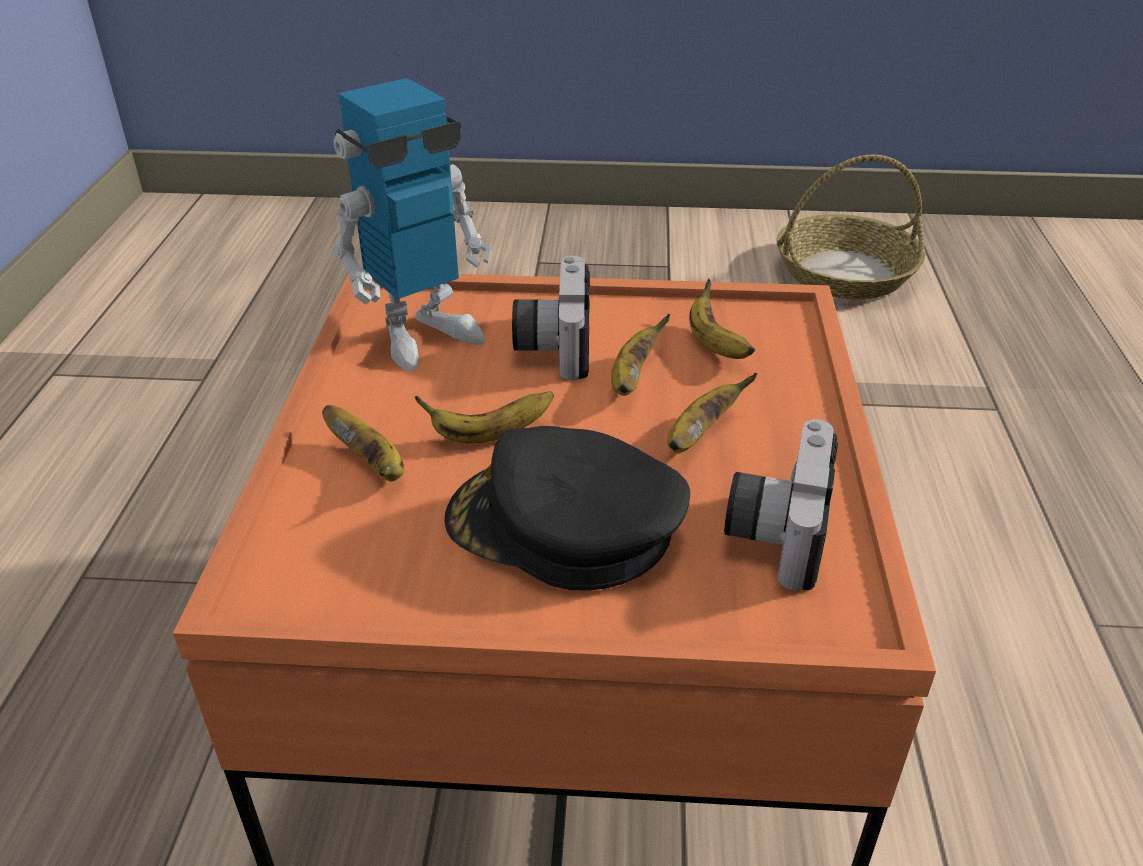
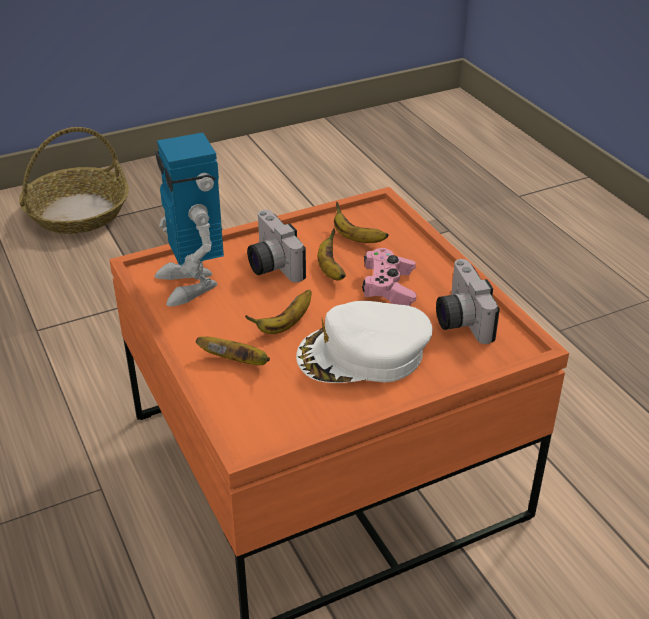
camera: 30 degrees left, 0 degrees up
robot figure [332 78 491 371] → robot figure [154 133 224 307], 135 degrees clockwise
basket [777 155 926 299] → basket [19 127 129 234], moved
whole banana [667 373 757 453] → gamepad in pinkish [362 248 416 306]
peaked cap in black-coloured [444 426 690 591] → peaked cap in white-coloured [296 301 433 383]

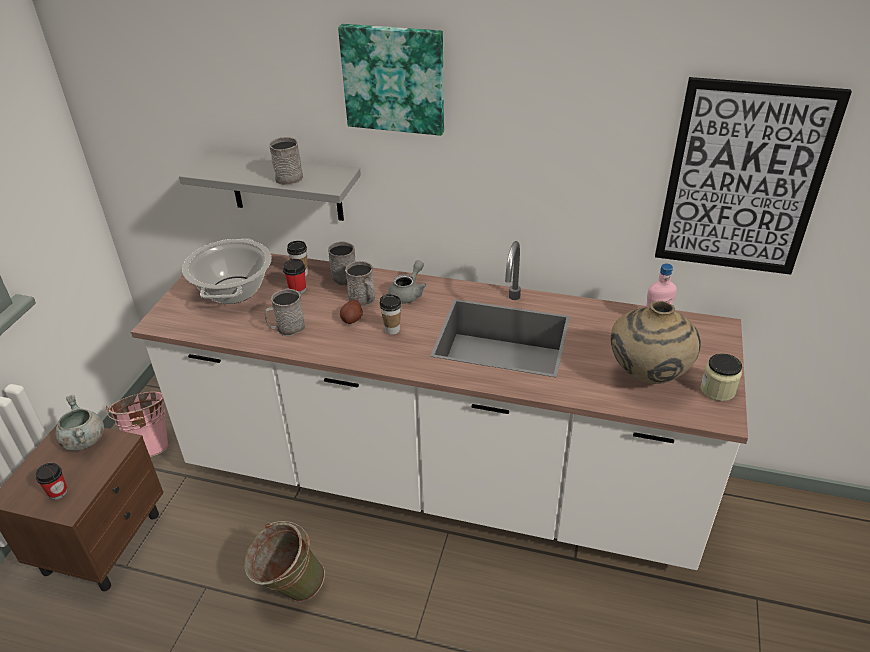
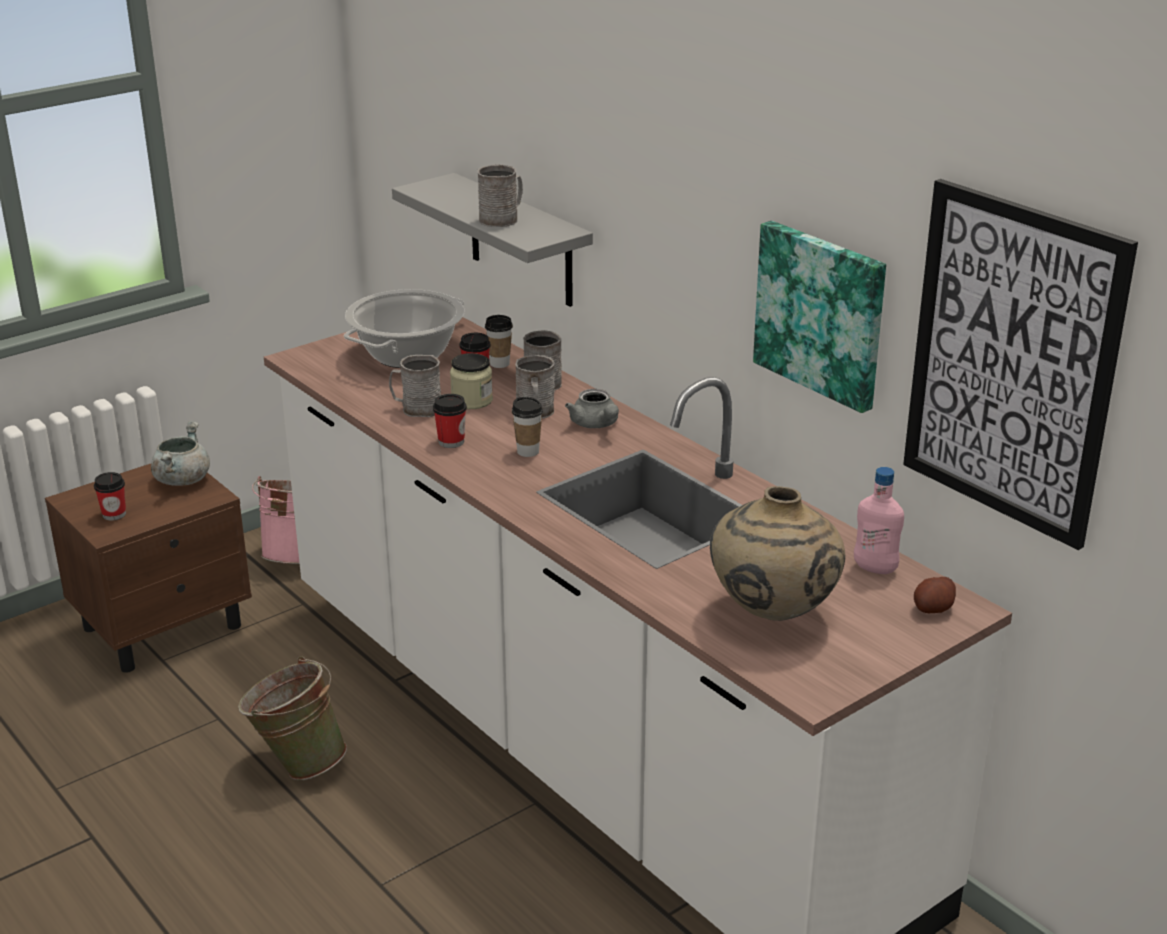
camera: 35 degrees right, 10 degrees down
wall art [338 24 444 136] → wall art [753 221 886 413], moved
teapot in gray [388 260 427 304] → teapot in gray [565 389 619 428], 90 degrees clockwise
spud [340 300 363 324] → spud [914 577 956 613], moved
storage jar [701 353 742 401] → storage jar [450 353 493 409], moved
- → drinking cup [433 394 467 448]

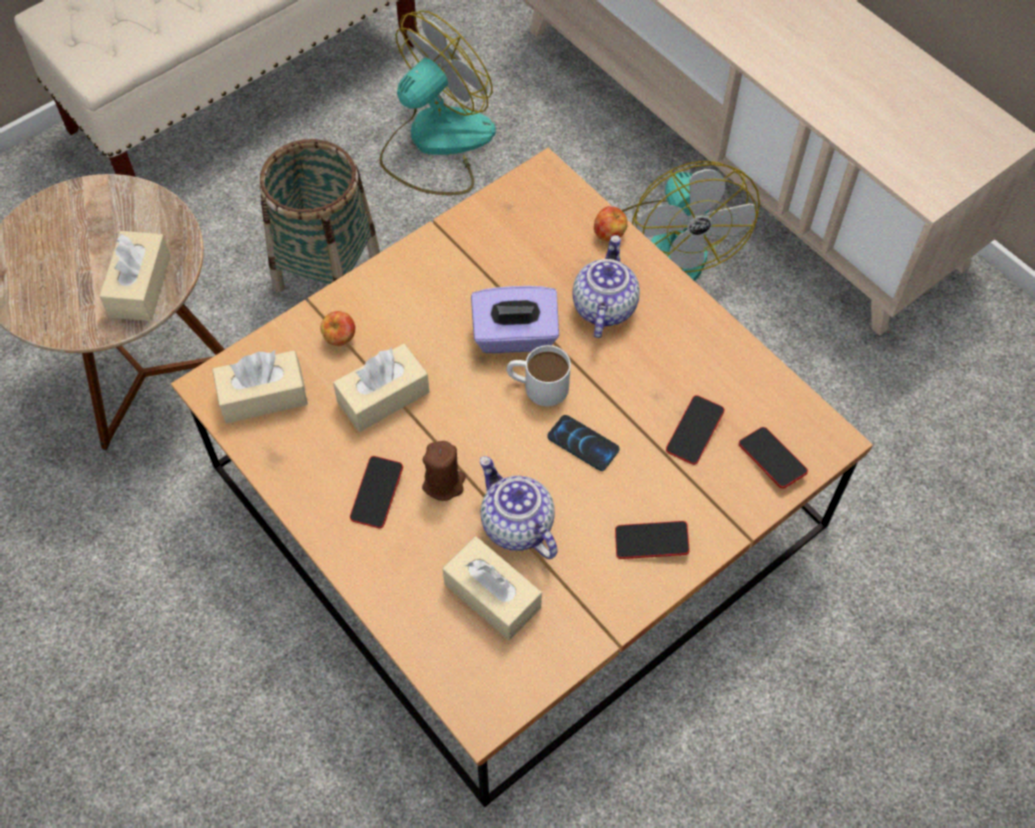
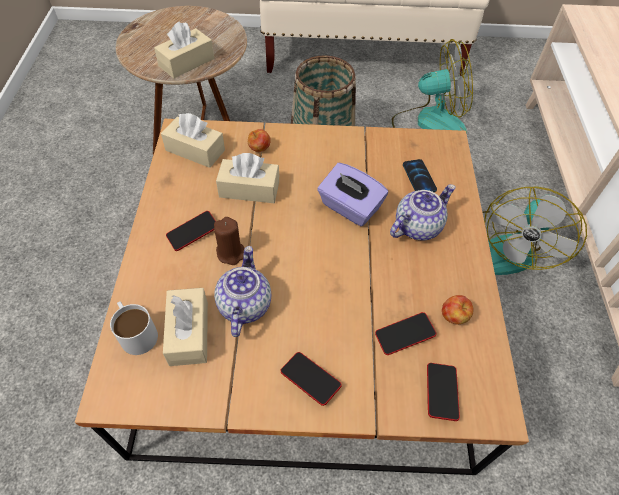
camera: 40 degrees right, 5 degrees down
apple fruit [594 206 628 242] → apple fruit [442 295 474 324], moved
mug in white-coloured [507 345 571 406] → mug in white-coloured [110 301 158 355], moved
handset [547 415 620 471] → handset [403 159 437 192], moved

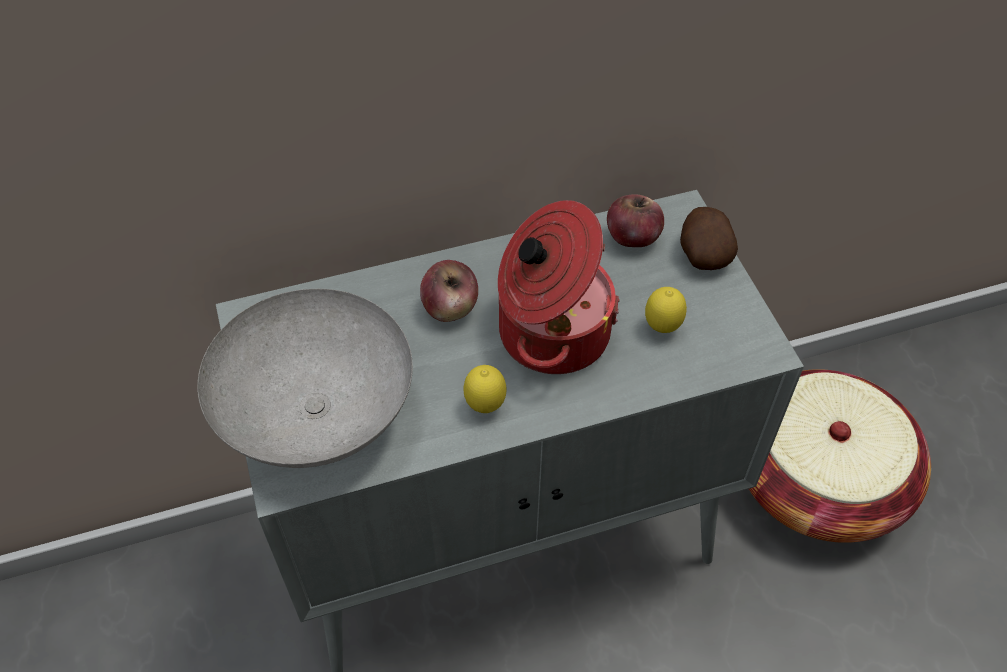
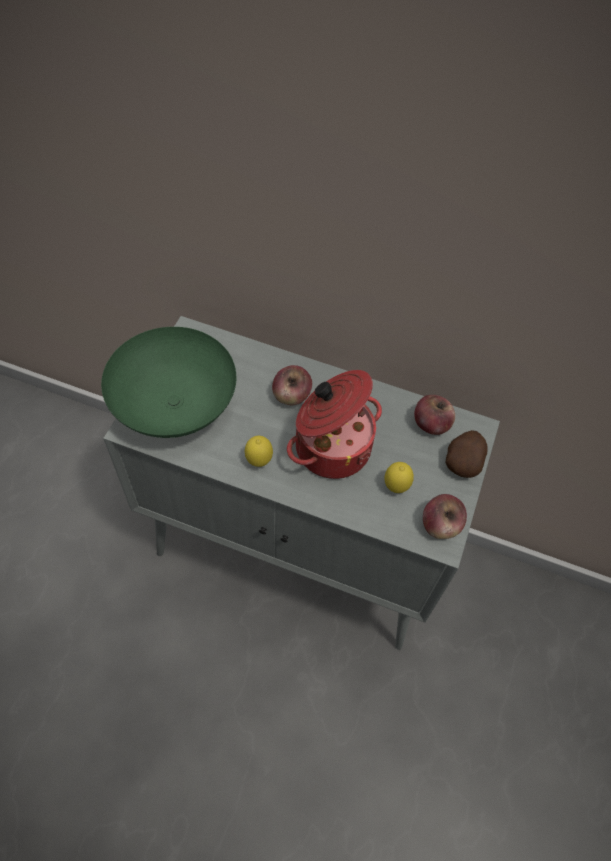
camera: 35 degrees right, 5 degrees up
serving bowl in gray [197 289 413 468] → serving bowl in greenish [101 327 236 438]
basket [749 369 931 543] → -
- → apple fruit [423 494 467 539]

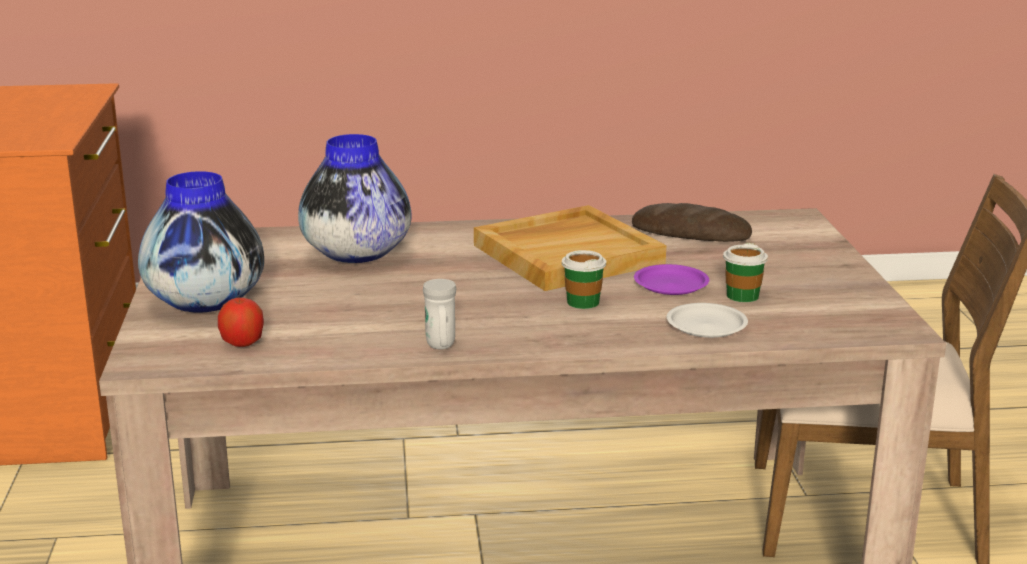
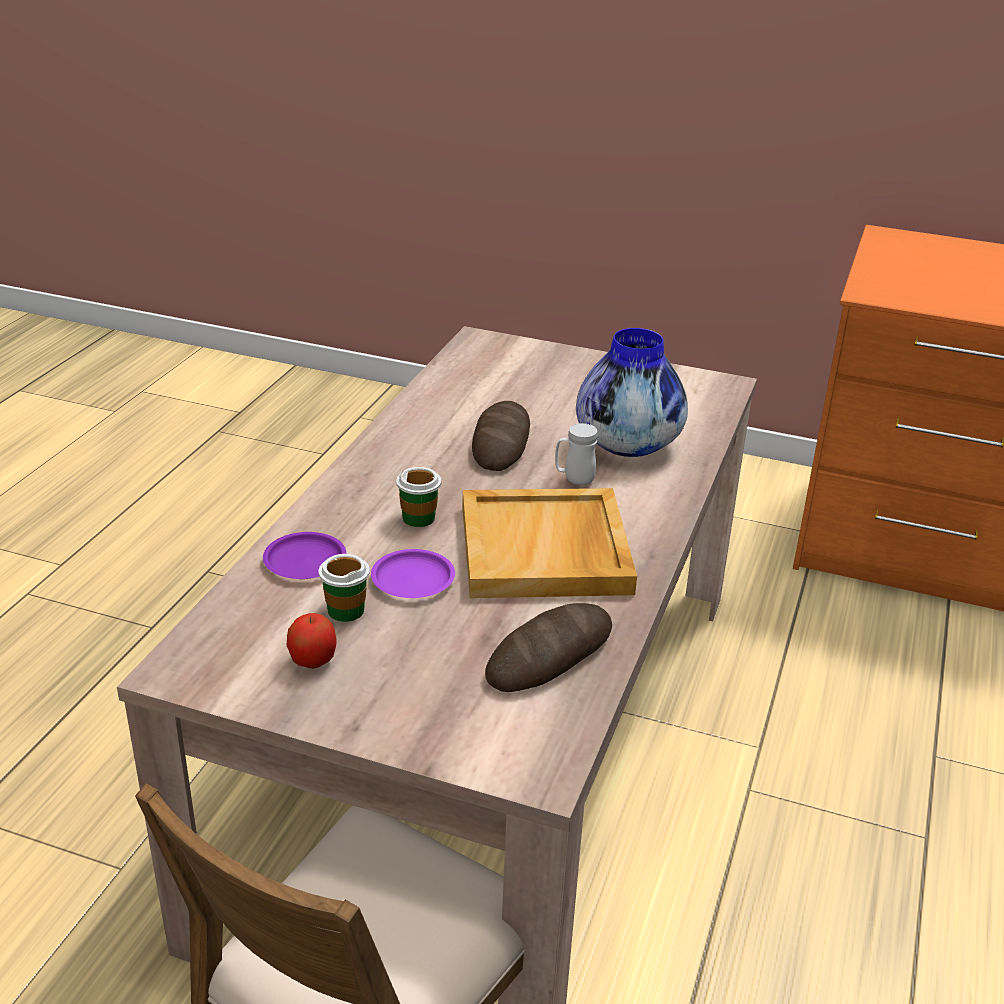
camera: 115 degrees right, 10 degrees up
vase [138 171 264 313] → -
mug in white-coloured [423 279 456 349] → mug in white-coloured [555 423 598 485], moved
apple fruit [218 297 264 347] → apple fruit [287 613 336 668], moved
plate in white-coloured [667 303 748 338] → plate in purple [263 532 346 579]
- → bread [472 401 530 471]

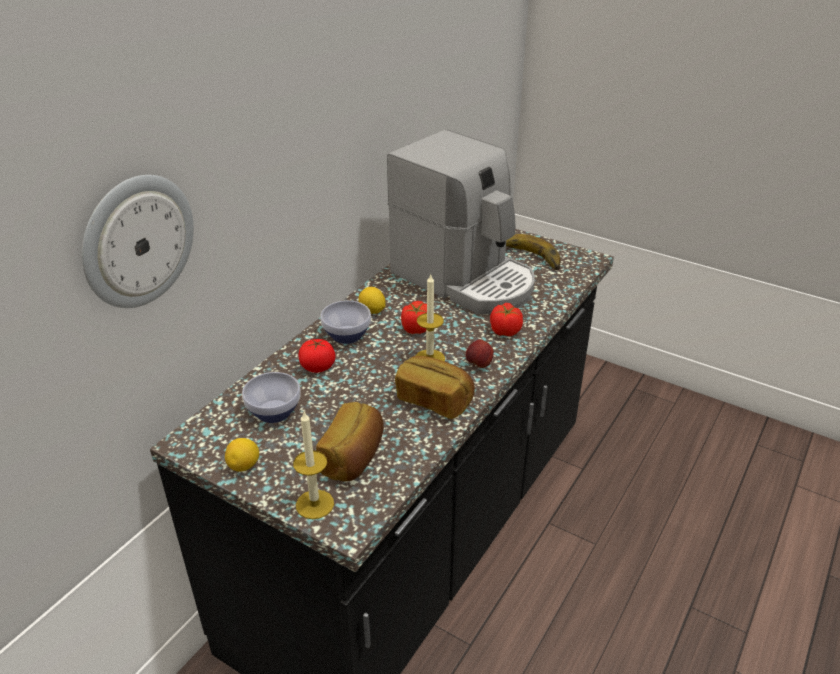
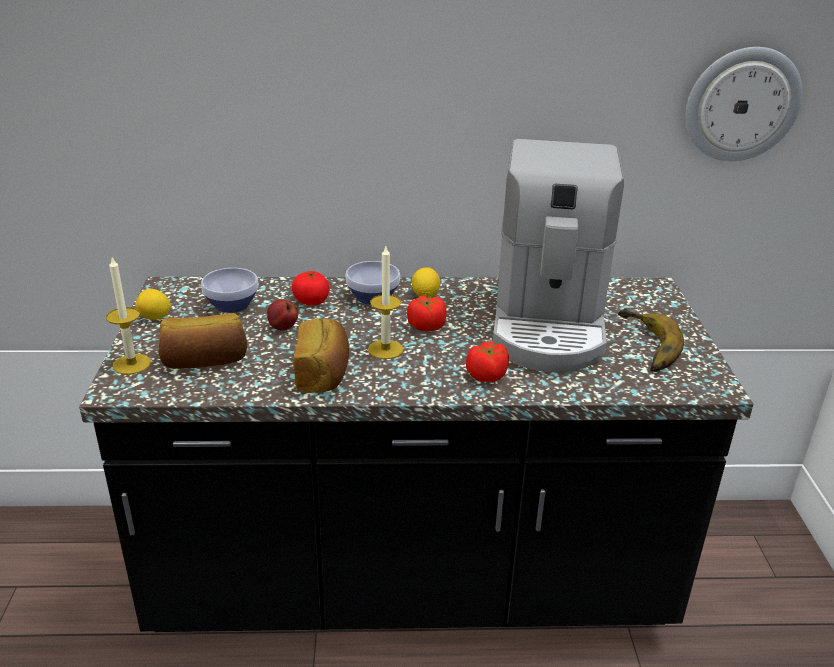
camera: 55 degrees right, 5 degrees down
wall clock [82 175 194 308] → wall clock [686 47 803 161], moved
apple fruit [466 339 494 368] → apple fruit [267 299 298 330], moved

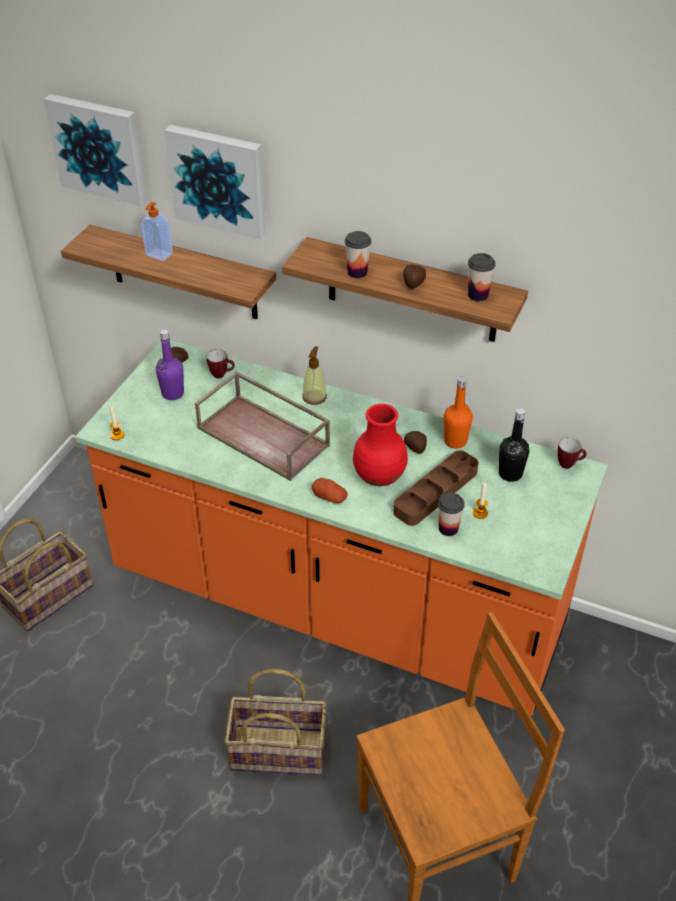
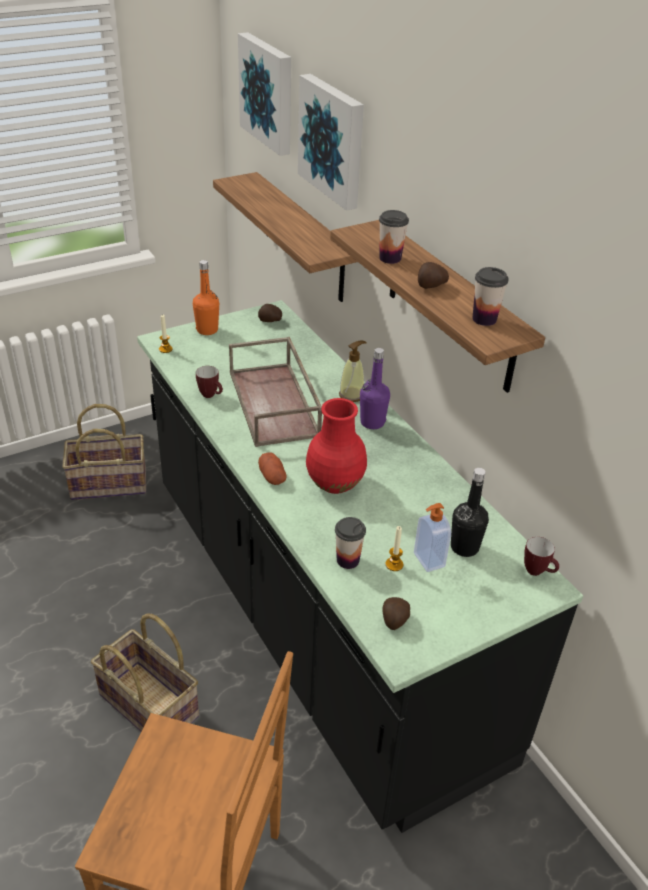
camera: 35 degrees right, 5 degrees down
liquid soap bottle [141 202 173 261] → liquid soap bottle [414 503 451 572], moved
bottle in purple [156 329 184 400] → bottle in purple [360 348 390 429], moved
counter in orange-coloured [75 340 608 716] → counter in black-coloured [137 300 583 833]
mug [207 349 235 379] → mug [196 366 223 398], moved
bottle in orange-coloured [444 376 473 449] → bottle in orange-coloured [193 260 219 335], moved
spud [404 431 427 454] → spud [382 597 410 630], moved
tray in brownish [393 450 478 526] → -

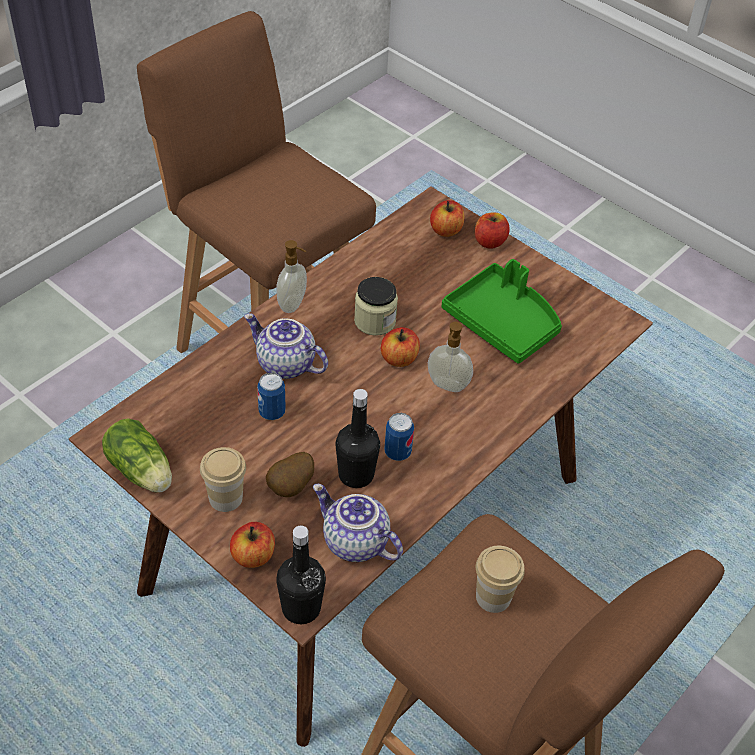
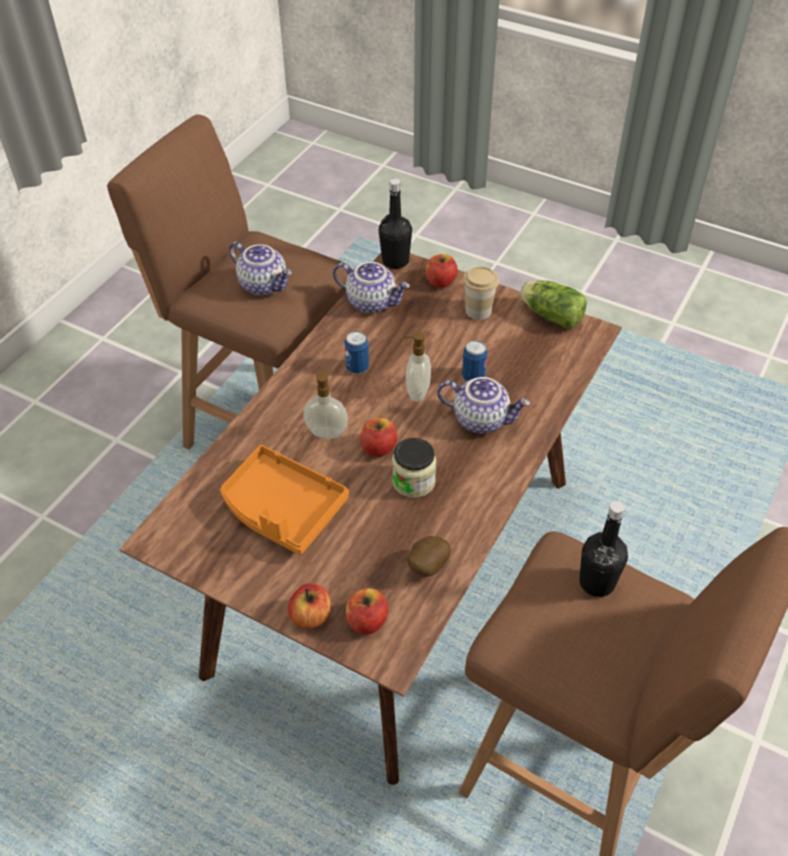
camera: 170 degrees right, 0 degrees up
liquid soap bottle [277 240 307 313] → liquid soap bottle [403 332 431 402], moved
tray in greenish [442 259 562 364] → tray in orange-coloured [220 445 349 555]
bottle in black-coloured [336 389 380 488] → bottle in black-coloured [579 501 628 597], moved
spud [266 452 314 497] → spud [407 536 451 577], moved
drinking cup [476 546 525 613] → teapot [229 241 292 296]

